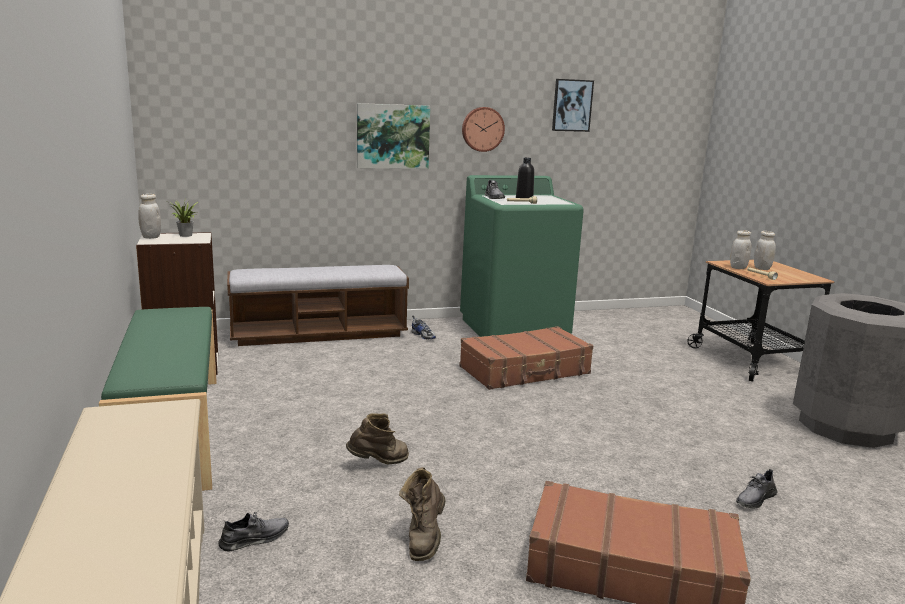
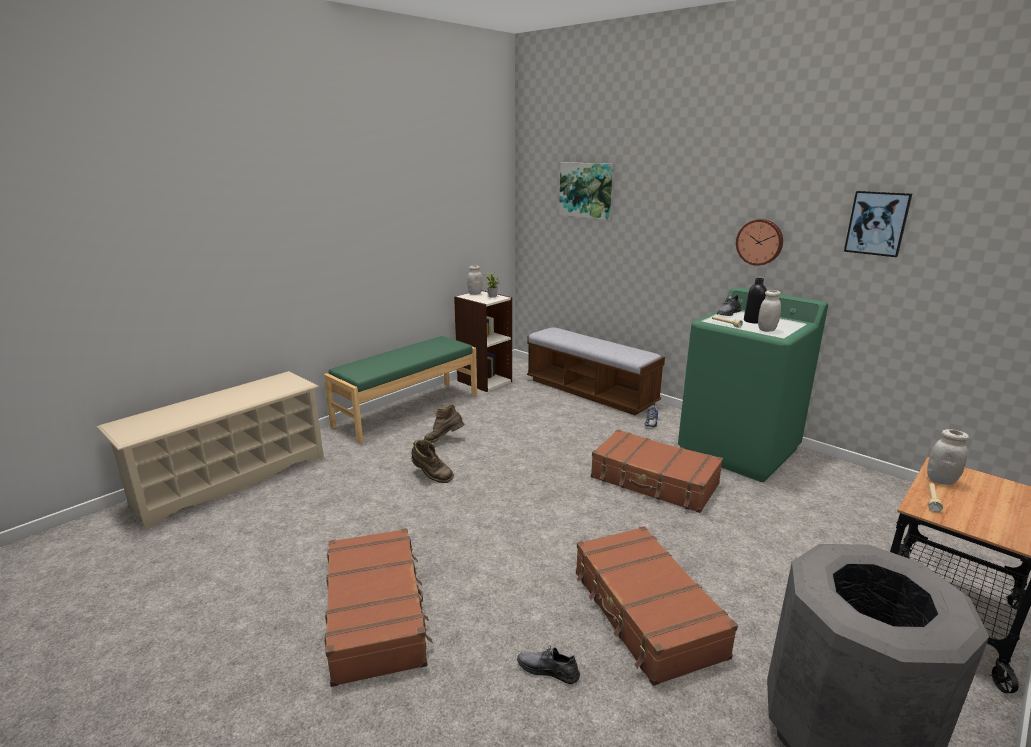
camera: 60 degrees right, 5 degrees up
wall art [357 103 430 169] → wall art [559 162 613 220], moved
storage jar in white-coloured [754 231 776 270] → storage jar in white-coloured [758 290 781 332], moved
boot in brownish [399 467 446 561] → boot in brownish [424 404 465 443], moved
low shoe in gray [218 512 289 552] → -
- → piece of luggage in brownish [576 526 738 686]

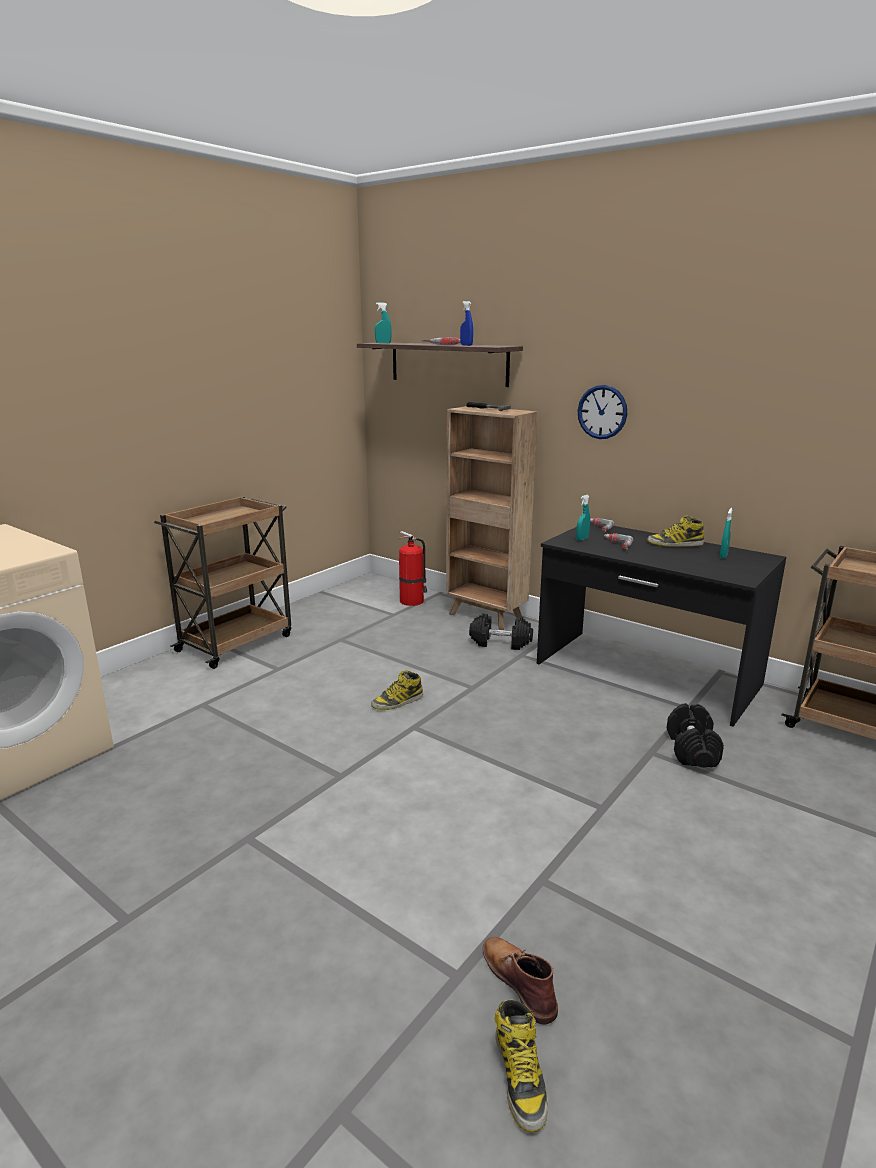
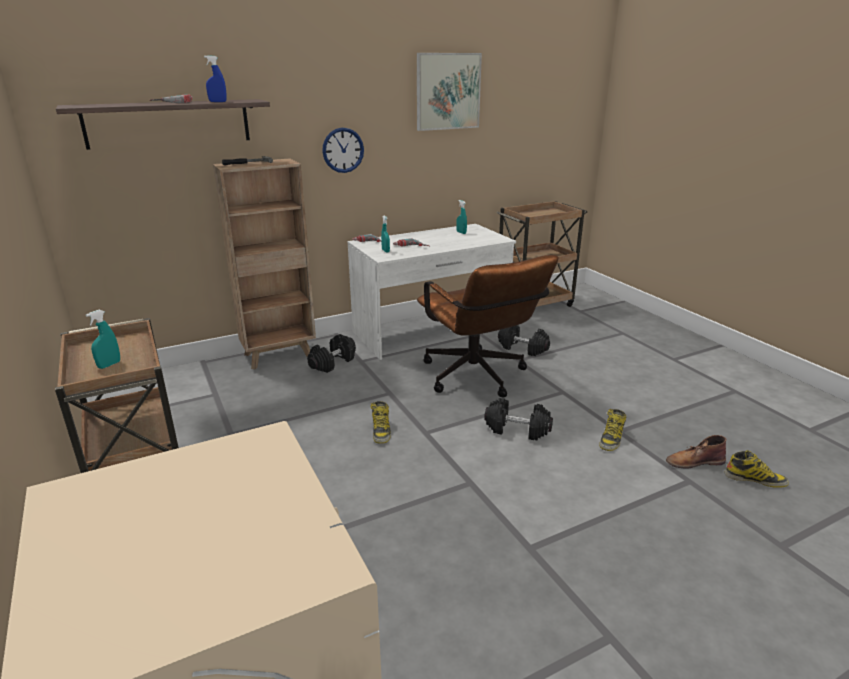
camera: 65 degrees left, 5 degrees up
hand sprayer in turquoise-coloured [375 302 392 343] → hand sprayer in turquoise-coloured [86 310 120 369], moved
boot [647 515 704 547] → boot [599 409 626 451], moved
desk table in black-coloured [537 522 786 727] → desk table in white-coloured [348 224 516 360]
fire-fighting cylinder [398 531 427 606] → -
- → wall art [417 53 482 131]
- → desk chair in brownish [417 255 558 398]
- → free weight in black-coloured [484 398 553 441]

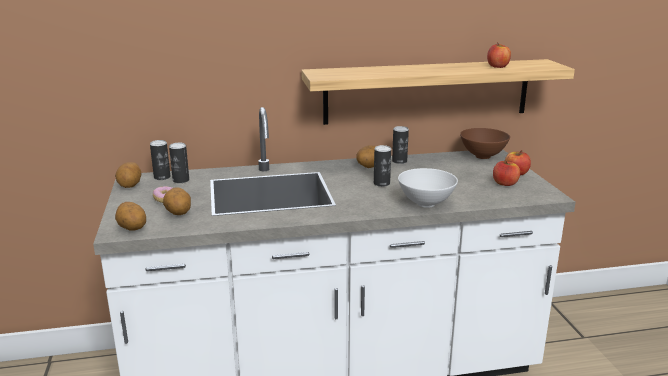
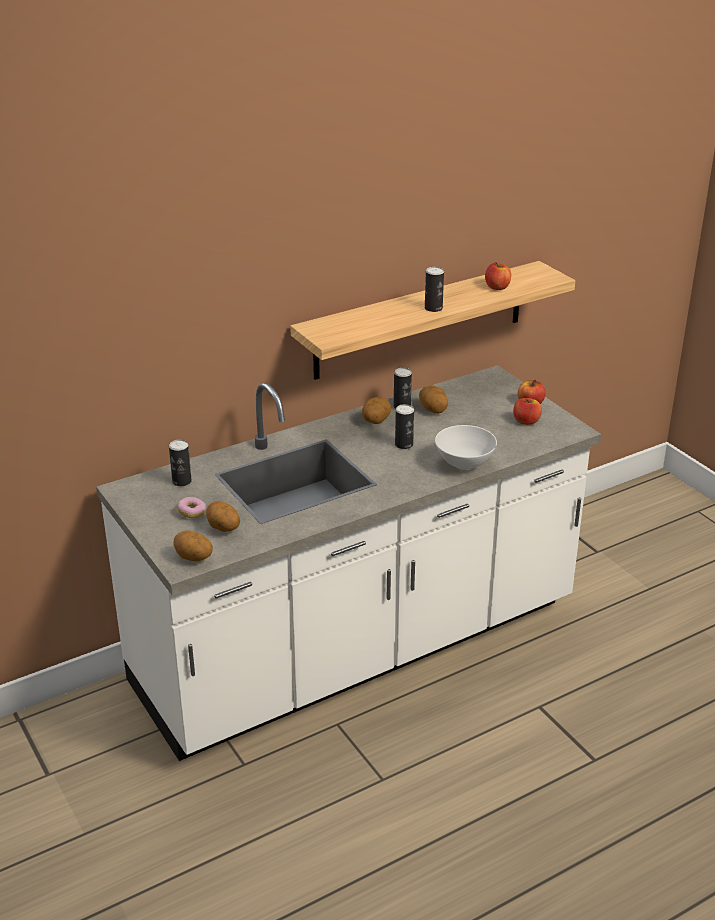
camera: 20 degrees left, 10 degrees up
serving bowl in brownish [460 128 510 159] → -
can [150 140 170 180] → can [425 267 444 312], moved
spud [115 162 142 188] → spud [419 385 448 414], moved

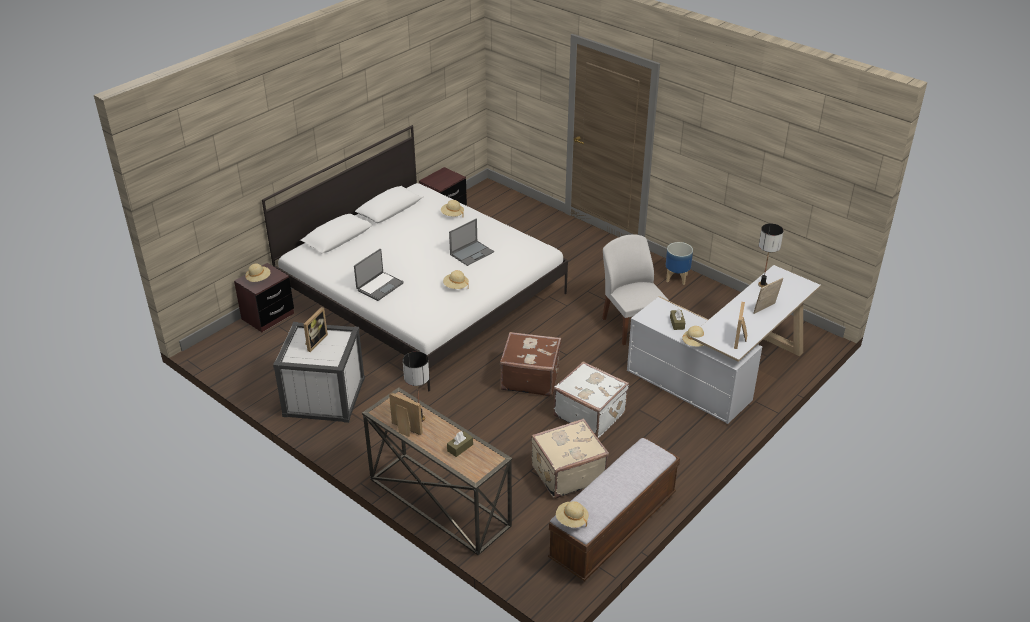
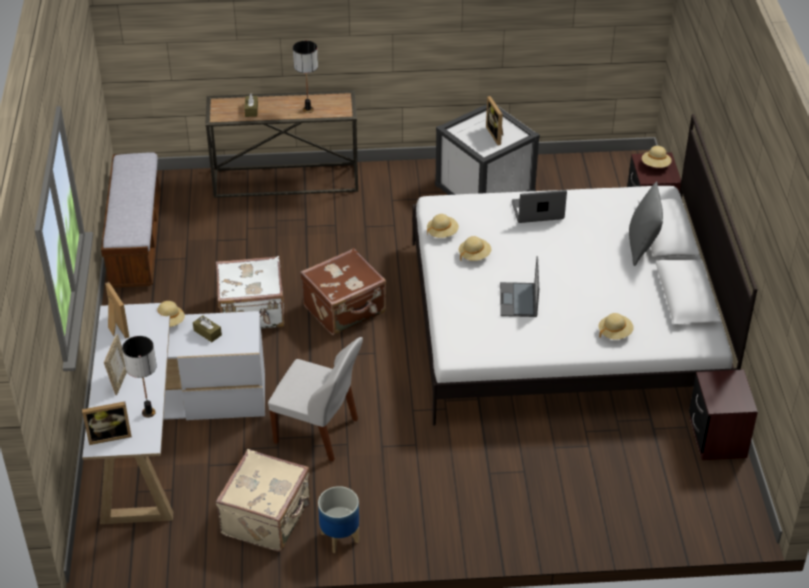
camera: 135 degrees right, 5 degrees up
laptop [354 249 404 301] → laptop [512 190 567 223], 90 degrees clockwise
standing frame [389 392 423 437] → standing frame [82 401 132 445], moved
piece of luggage in beige [531 418 609 499] → piece of luggage in beige [216 449 311 551], moved
wearable hat in beige [556 501 589 528] → wearable hat in beige [427 214 459 238], moved
- → pillow in gray [629 182 663 266]

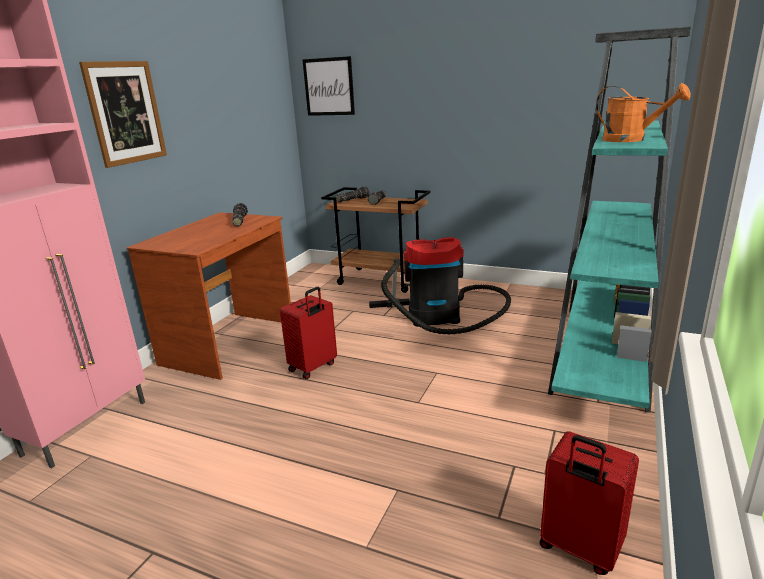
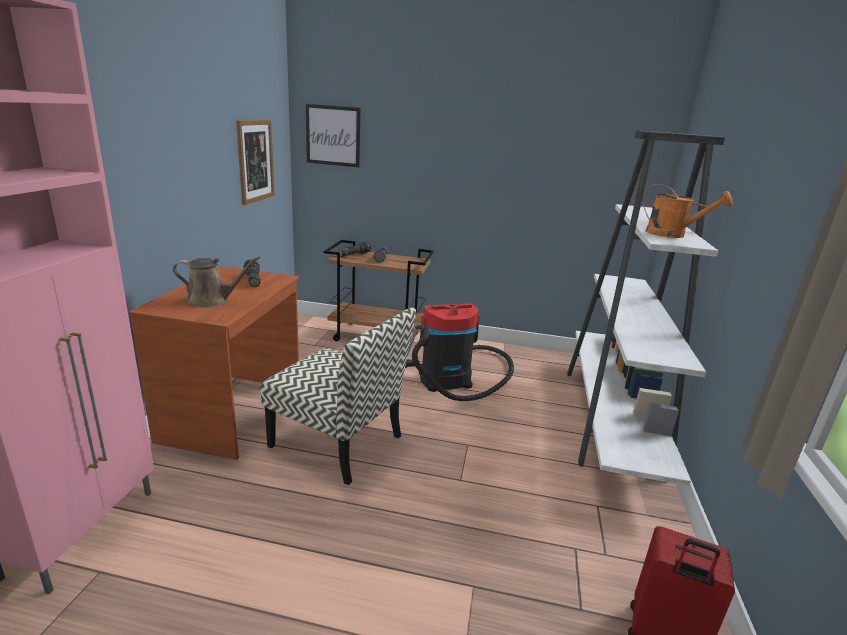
camera: 15 degrees left, 0 degrees up
bookcase in turquoise-coloured [548 26 691 413] → bookcase in white-coloured [567 130 725 486]
wall art [79 61 167 168] → wall art [236 120 275 205], moved
piece of luggage in red [280 287 337 379] → upright chair [260 307 416 485]
- → watering pot in brownish [173 256 260 308]

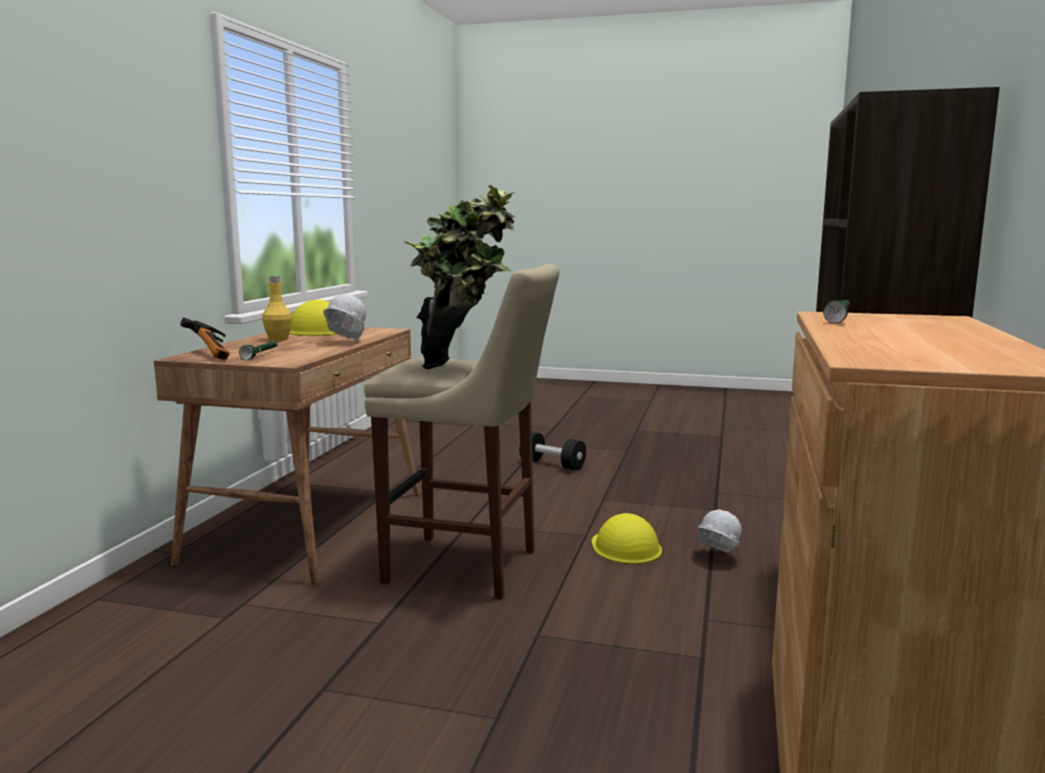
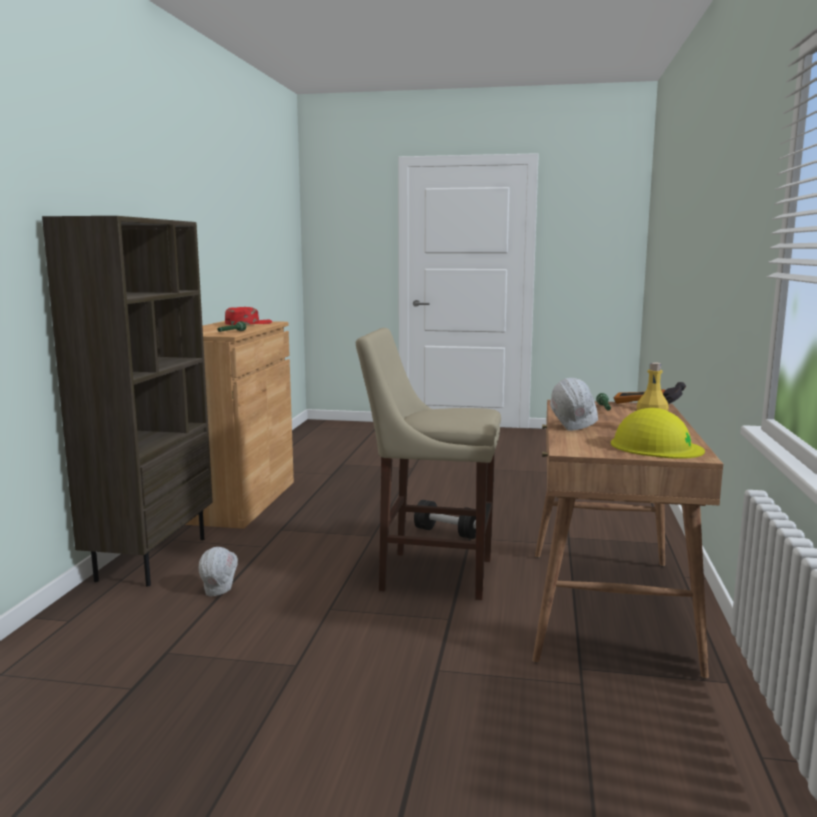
camera: 175 degrees right, 0 degrees up
houseplant [403 185 515 369] → -
free weight in black-coloured [519 432 586 470] → free weight in black-coloured [414 500 476 539], moved
hard hat in yellowish [592 513 662 564] → -
- → peaked cap in red [225 307 272 325]

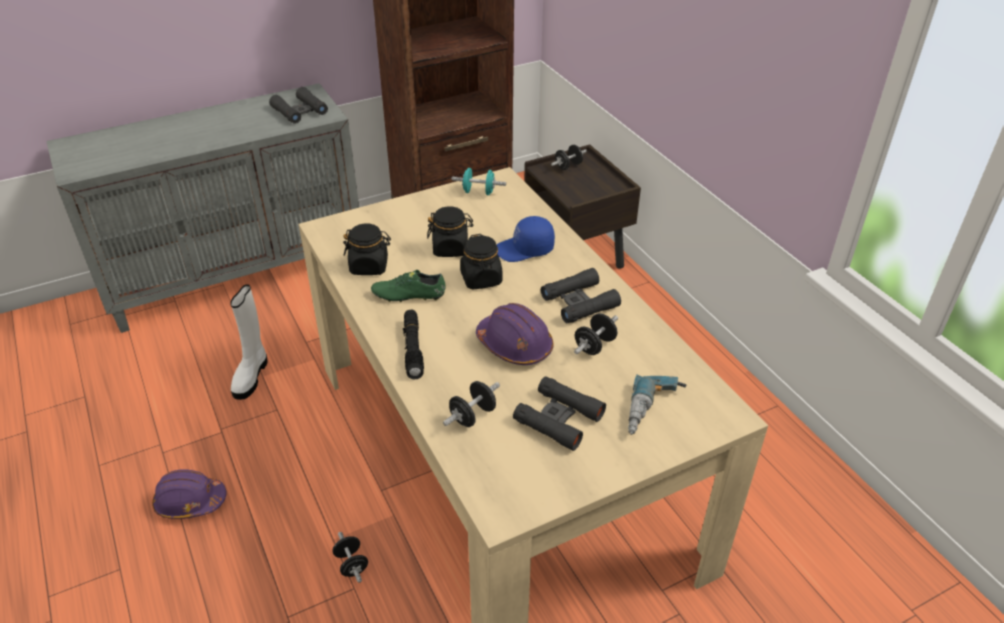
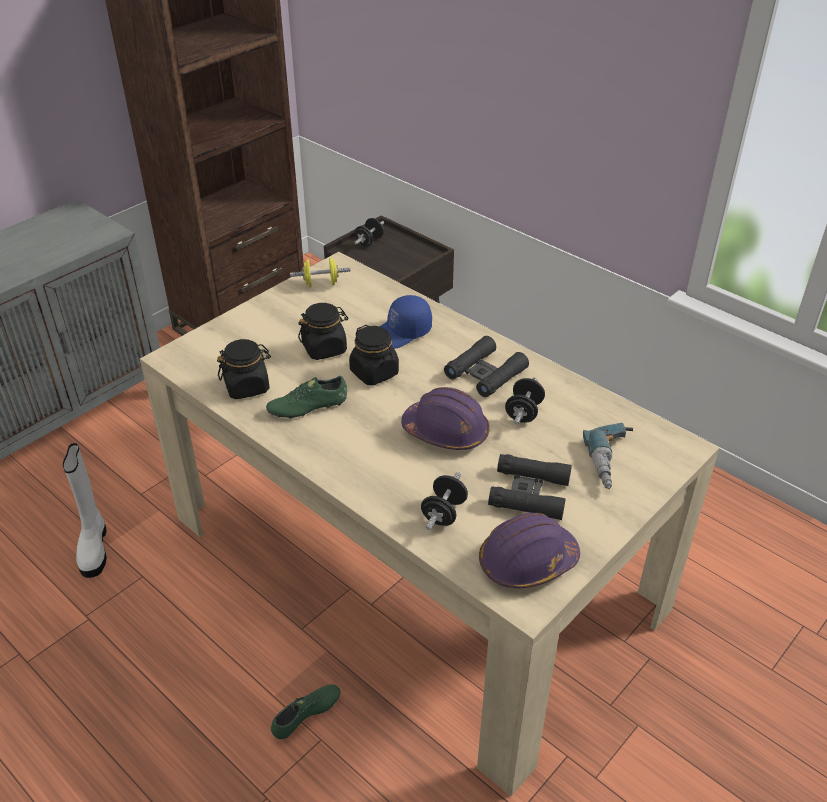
camera: 20 degrees left, 0 degrees up
binoculars in black-coloured [269 87 328 124] → -
free weight in turquoise-coloured [452 168 506 195] → free weight in yellowish [290 257 351 287]
torch in black-coloured [403 310 424 379] → -
hard hat in purple [152 470 227 519] → hard hat in purple [479 513 580 588], moved
free weight in black-coloured [332 532 368 583] → low shoe in greenish [271 685 340 739]

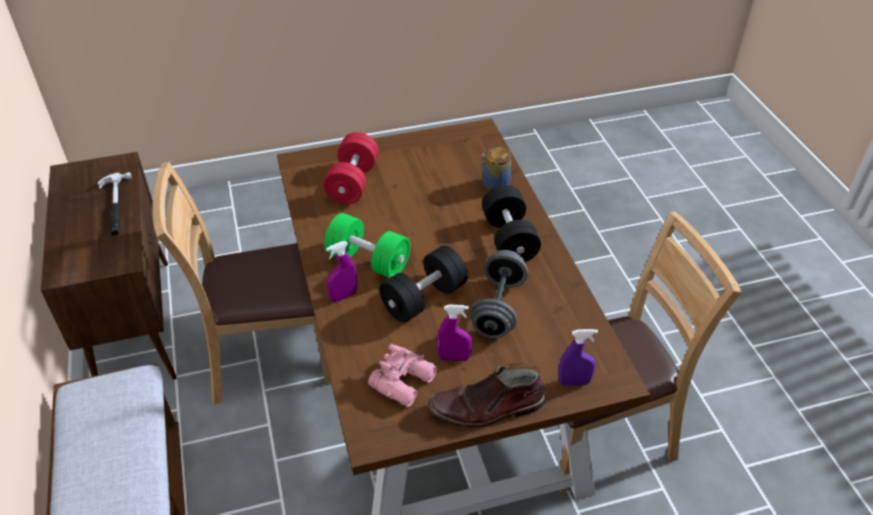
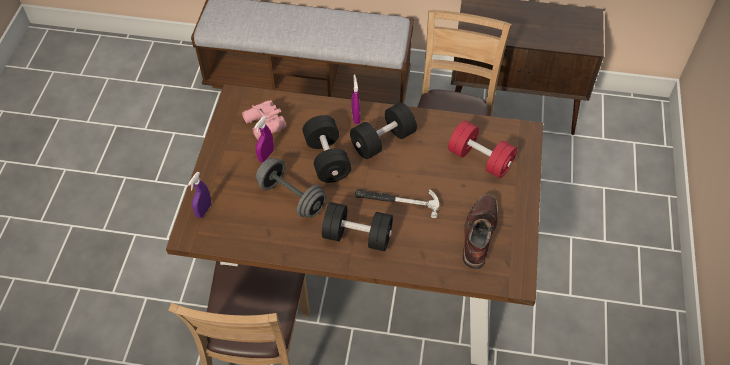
camera: 115 degrees right, 10 degrees up
storage jar [480 147 511 190] → -
hammer [98 172 132 235] → hammer [355 189 439 218], moved
free weight in greenish [324 213 411 278] → free weight in black-coloured [350 102 417 159]
boot in brownish [428 363 546 428] → boot in brownish [463 194 498 270], moved

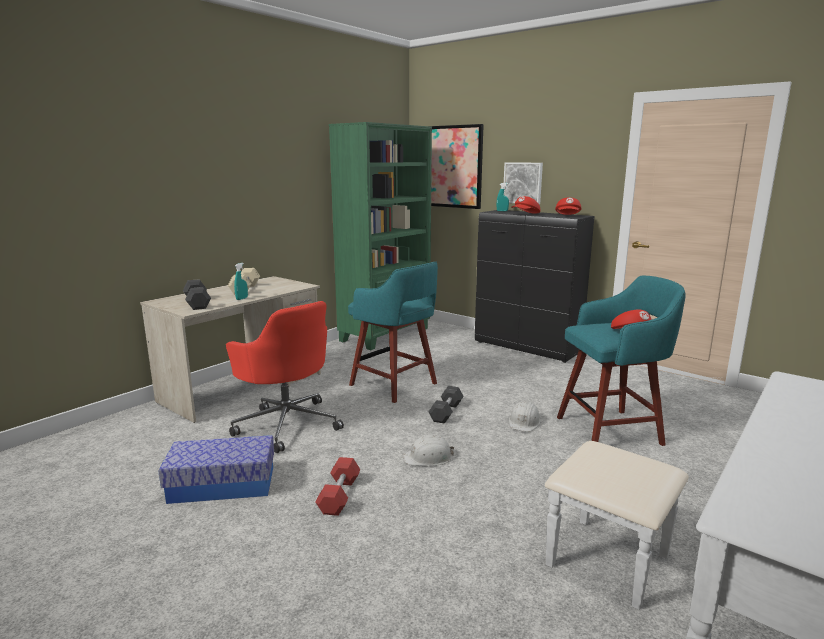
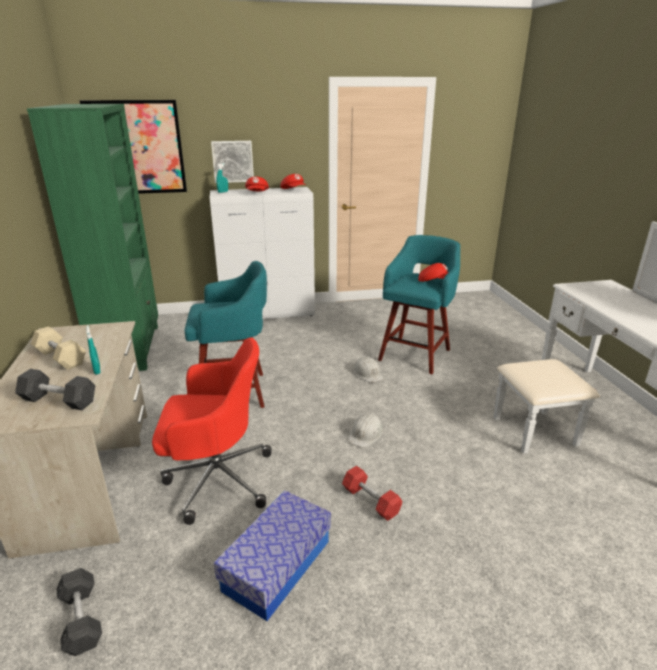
camera: 50 degrees left, 10 degrees up
cupboard in black-coloured [475 210 594 363] → cupboard in white-coloured [210 187 315 319]
free weight in gray [428 386 464 424] → free weight in gray [56 568 102 656], moved

